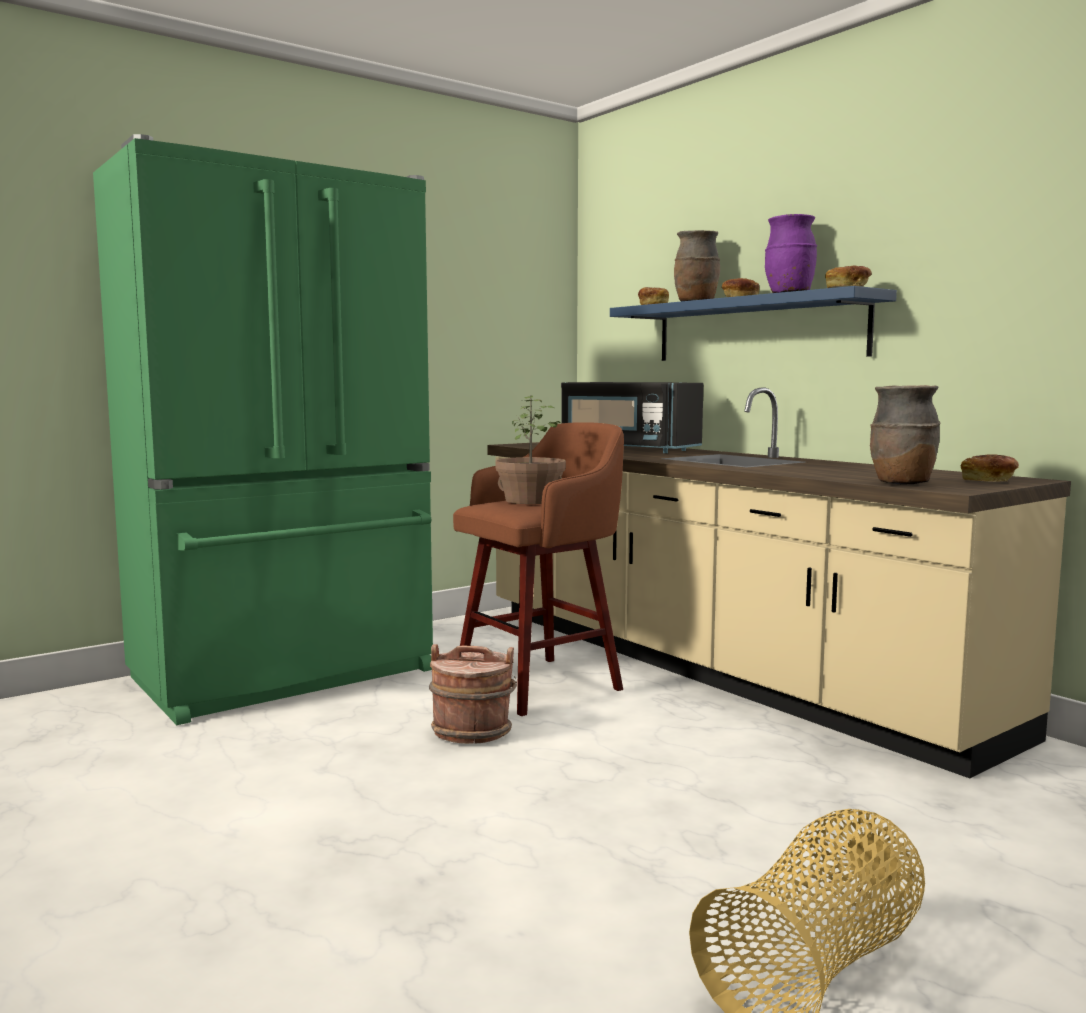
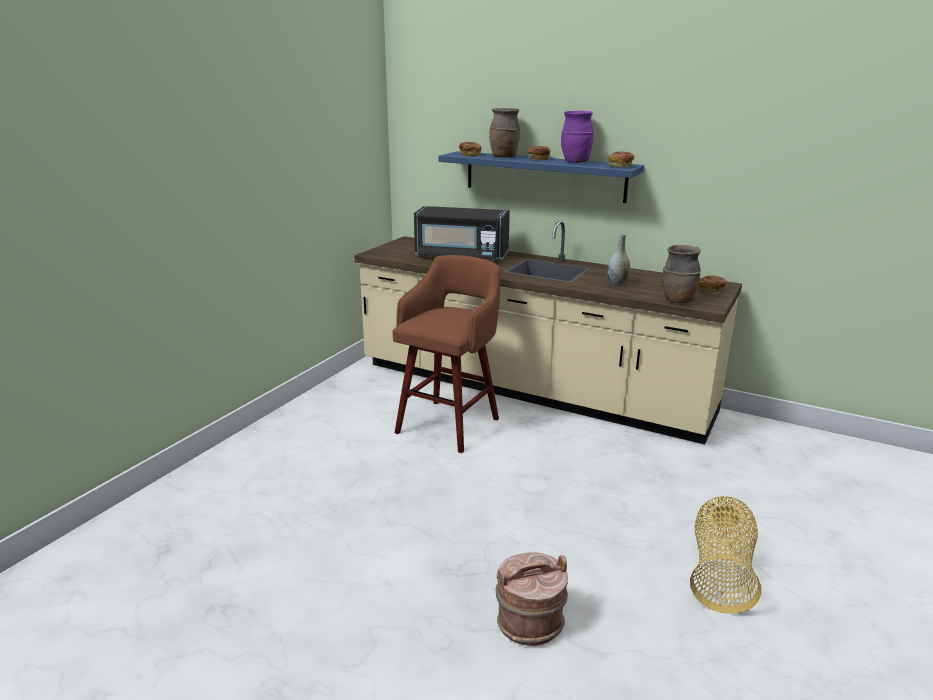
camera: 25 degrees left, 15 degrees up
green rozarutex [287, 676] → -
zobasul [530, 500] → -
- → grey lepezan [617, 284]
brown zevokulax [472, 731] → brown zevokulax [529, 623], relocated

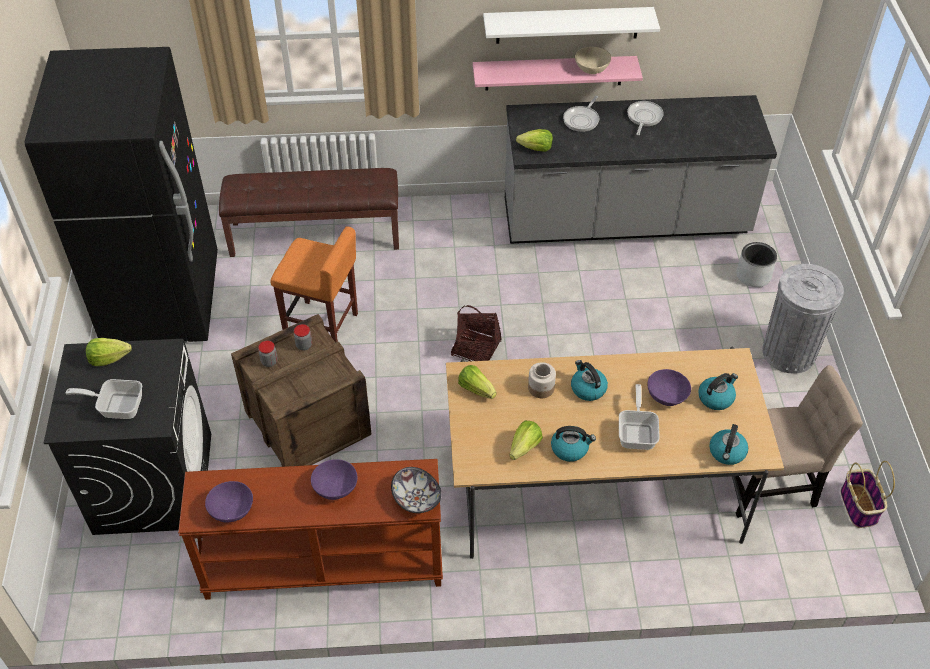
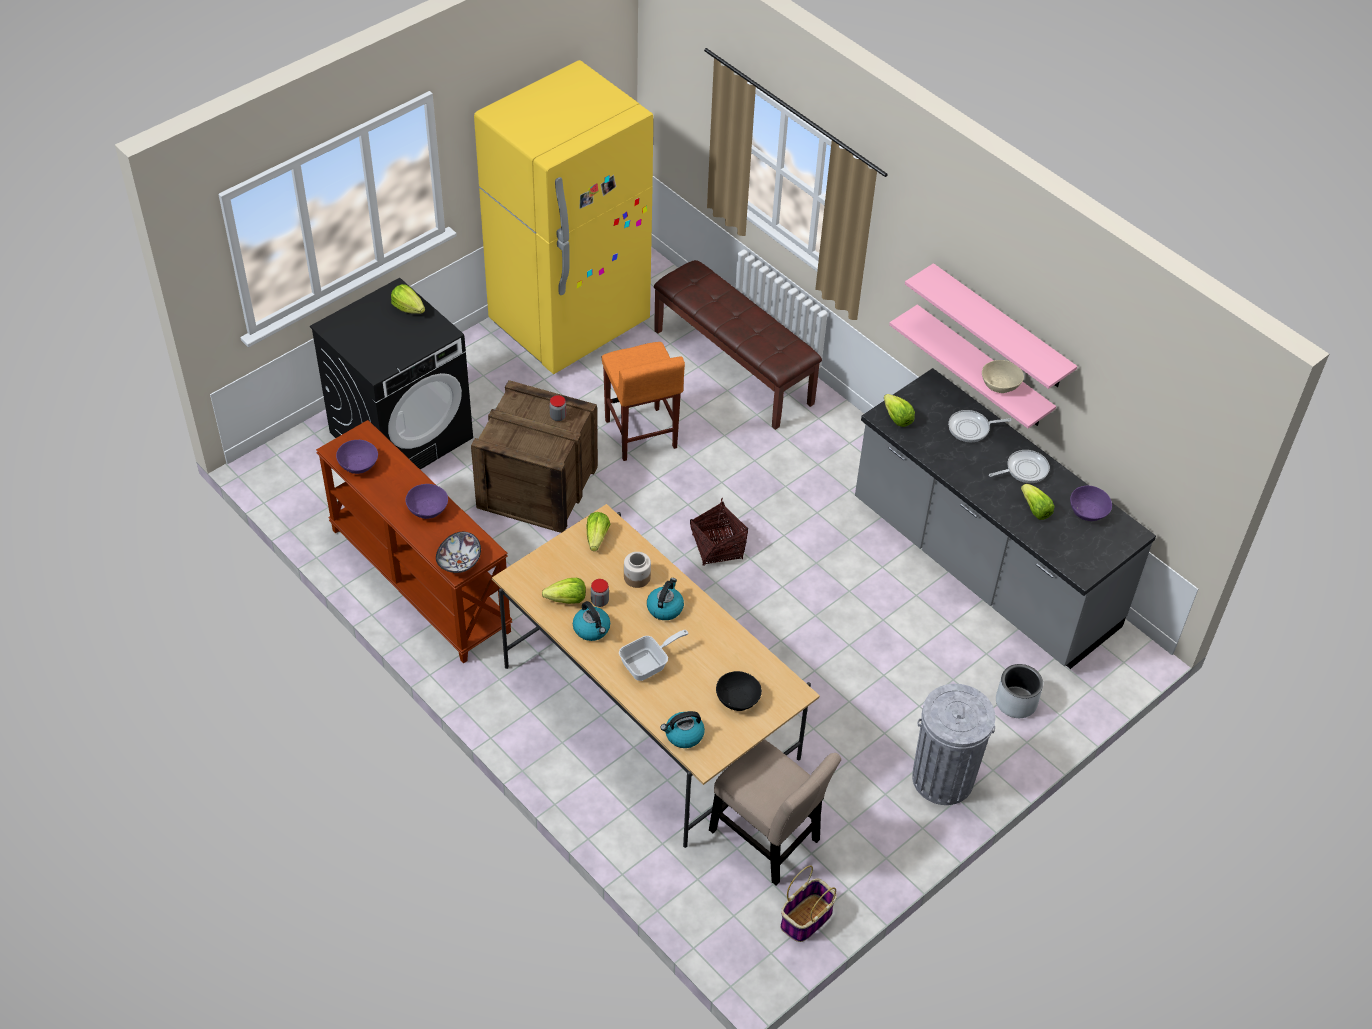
camera: 50 degrees right, 0 degrees up
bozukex [117, 406] → -
- → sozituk [1035, 509]
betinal [269, 362] → betinal [599, 601], relocated
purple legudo [666, 395] → purple legudo [1088, 512], relocated
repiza [716, 397] → black legudo [737, 699]
black rozarutex [162, 300] → yellow rozarutex [570, 323]
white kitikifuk [567, 25] → pink kitikifuk [1000, 328]

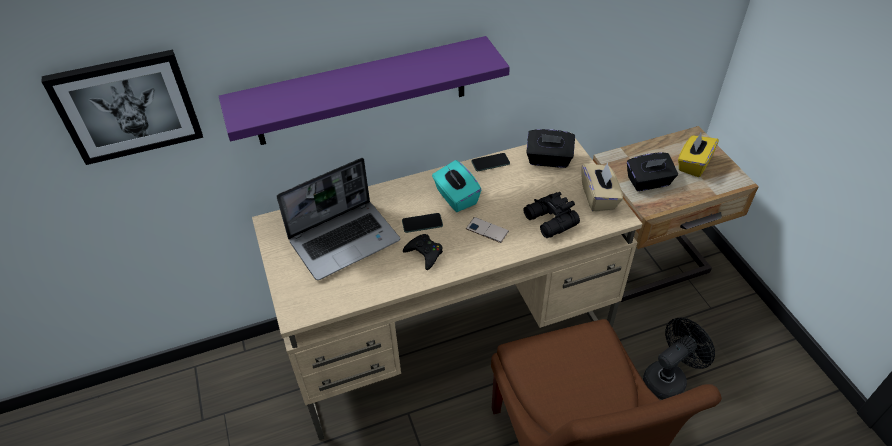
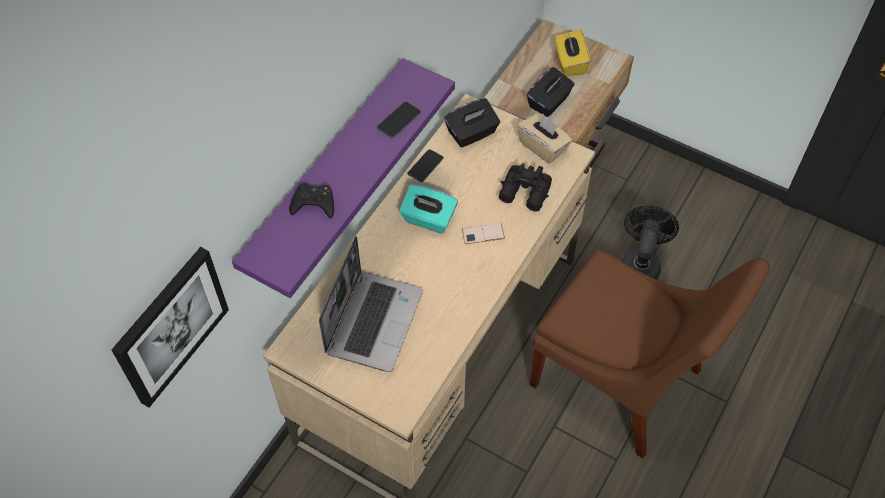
camera: 40 degrees left, 10 degrees up
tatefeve [422, 223] → tatefeve [399, 120], relocated
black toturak [424, 253] → black toturak [314, 204], relocated

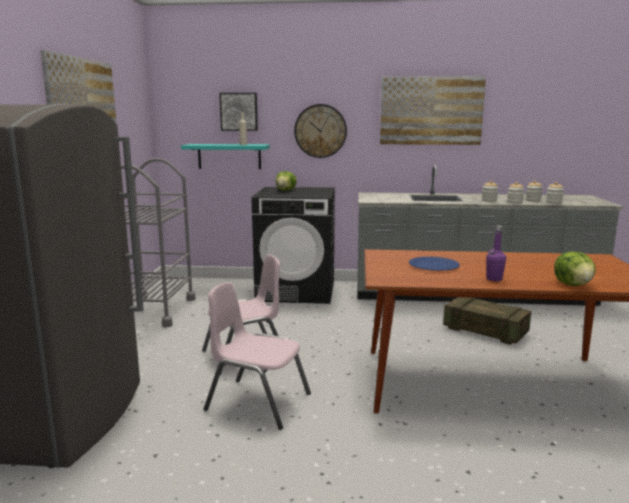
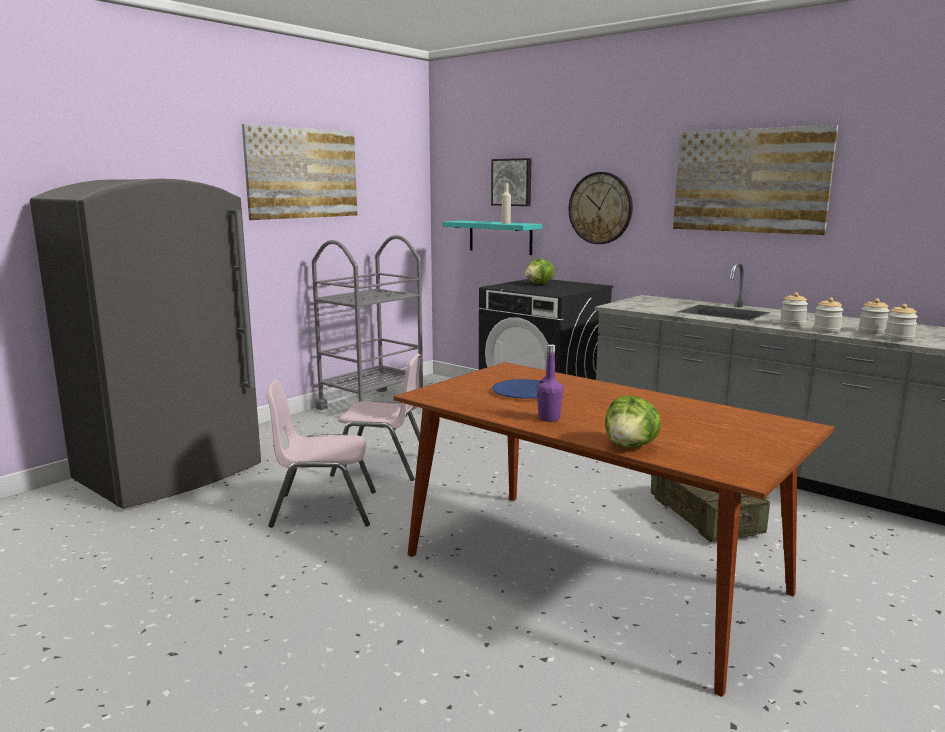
camera: 35 degrees right, 0 degrees up
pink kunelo [257, 402] → pink kunelo [324, 509], 60 degrees counterclockwise

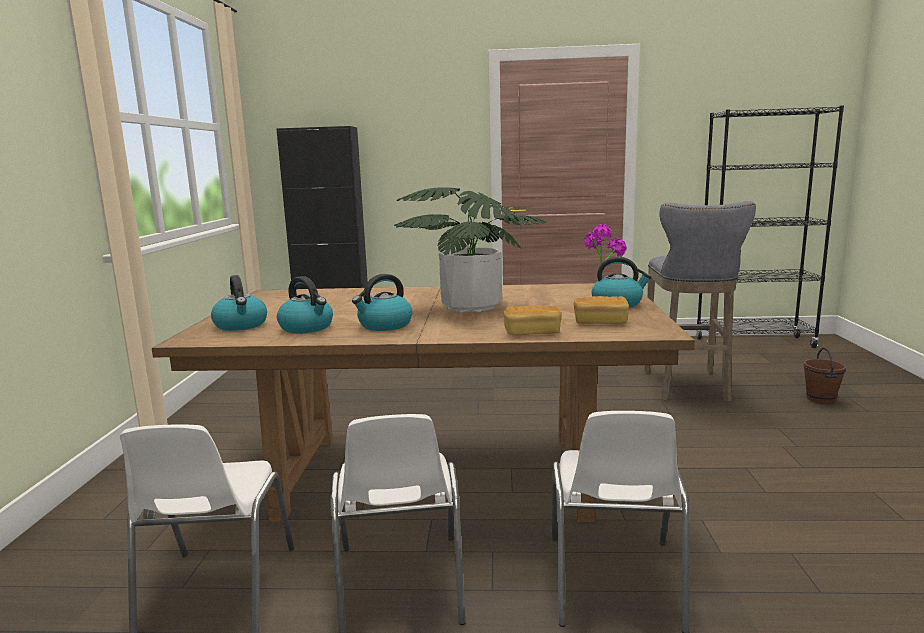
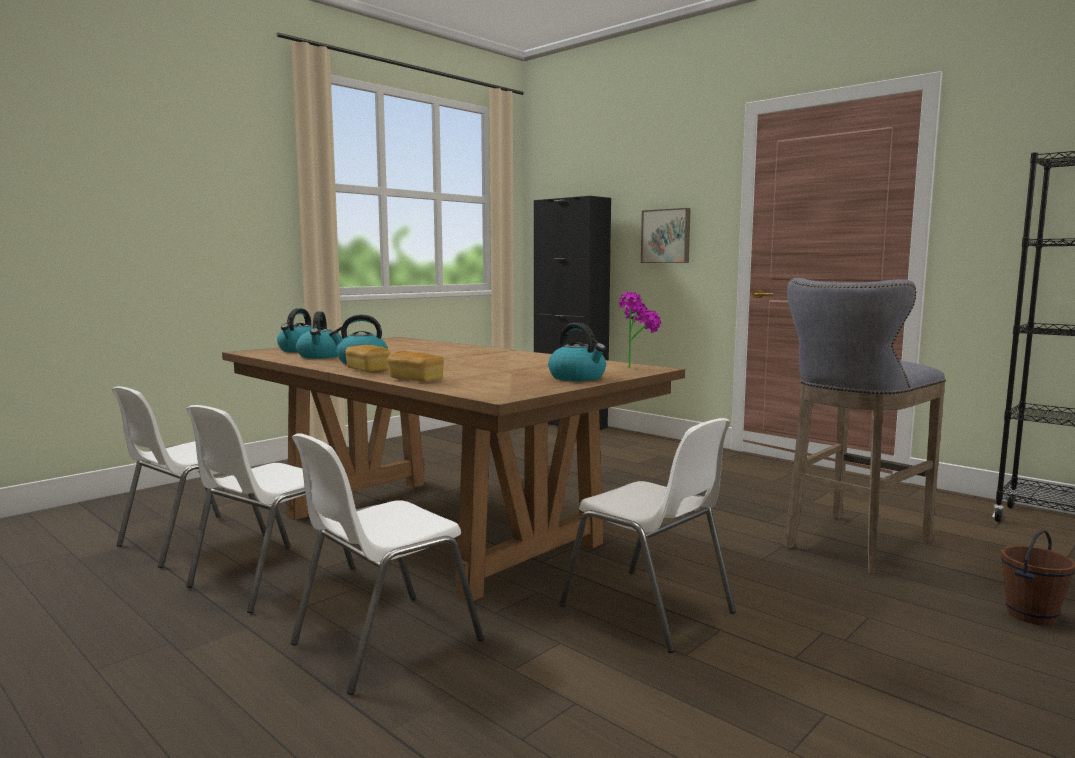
camera: 40 degrees right, 5 degrees down
zobasul [472, 307] → -
- → white kunelo [649, 610]
- → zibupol [666, 236]
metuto [600, 323] → metuto [368, 370], relocated

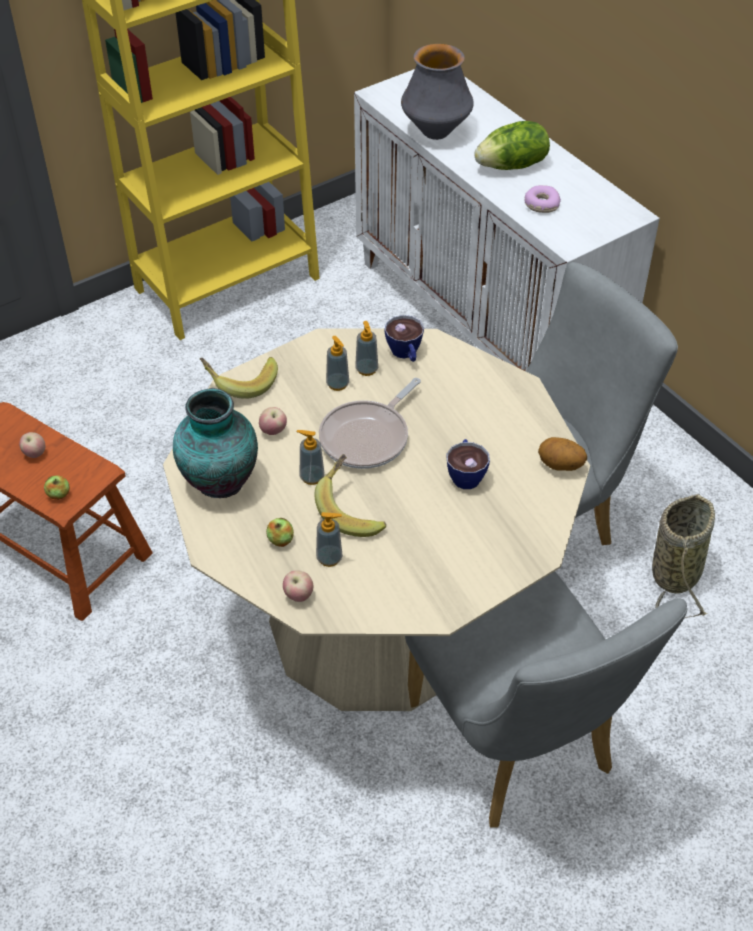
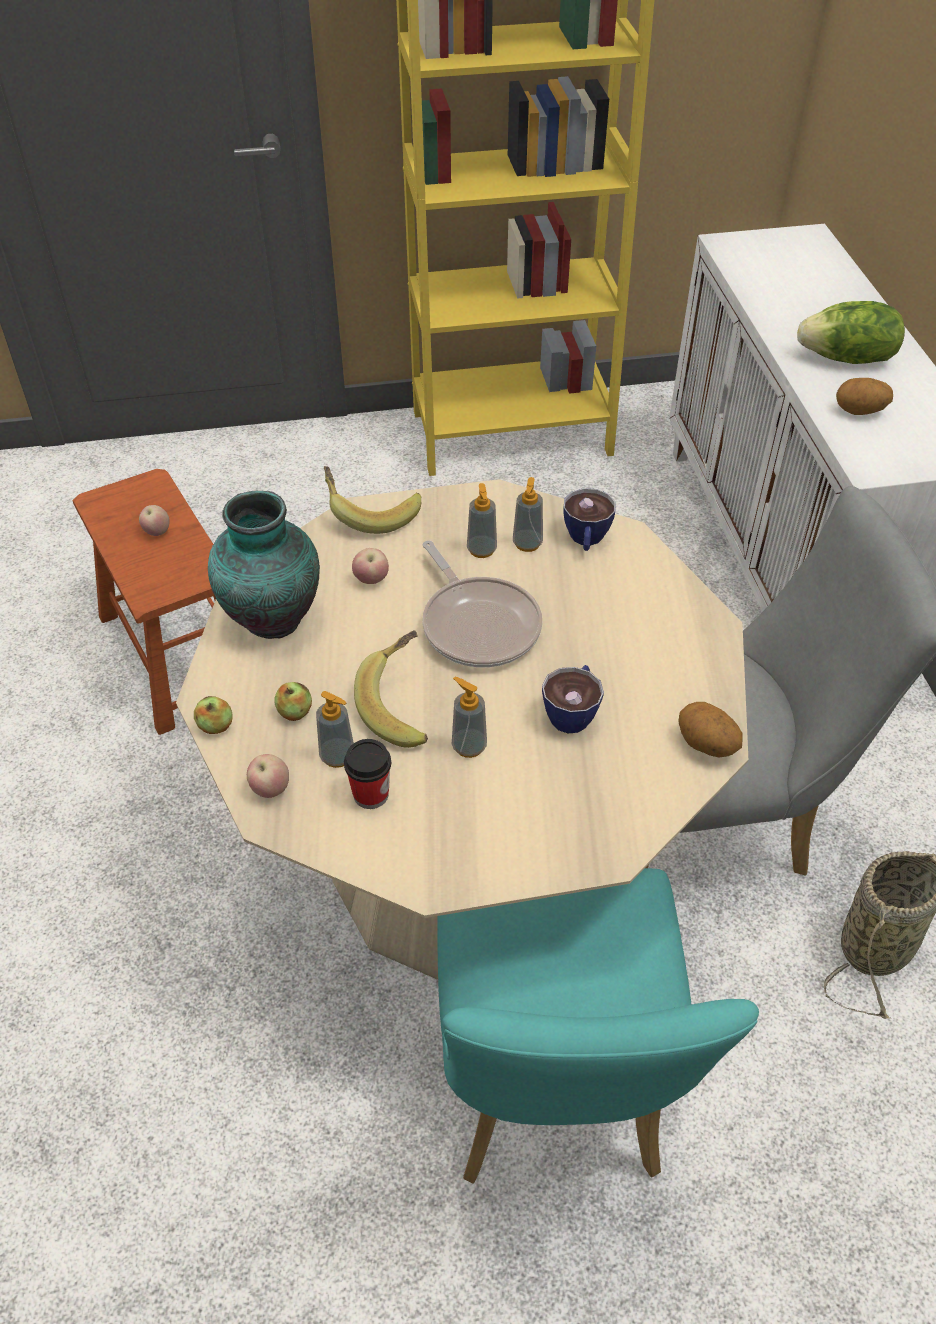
camera: 25 degrees right, 0 degrees up
lepezan [435, 132] → -
- → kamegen [371, 794]
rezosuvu [58, 494] → rezosuvu [215, 726], relocated
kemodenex [312, 477] → kemodenex [469, 746], relocated
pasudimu [541, 204] → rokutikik [859, 412]
grey kunelo [518, 748] → turquoise kunelo [553, 1090]
bozukex [368, 437] → bozukex [478, 624], 90 degrees counterclockwise

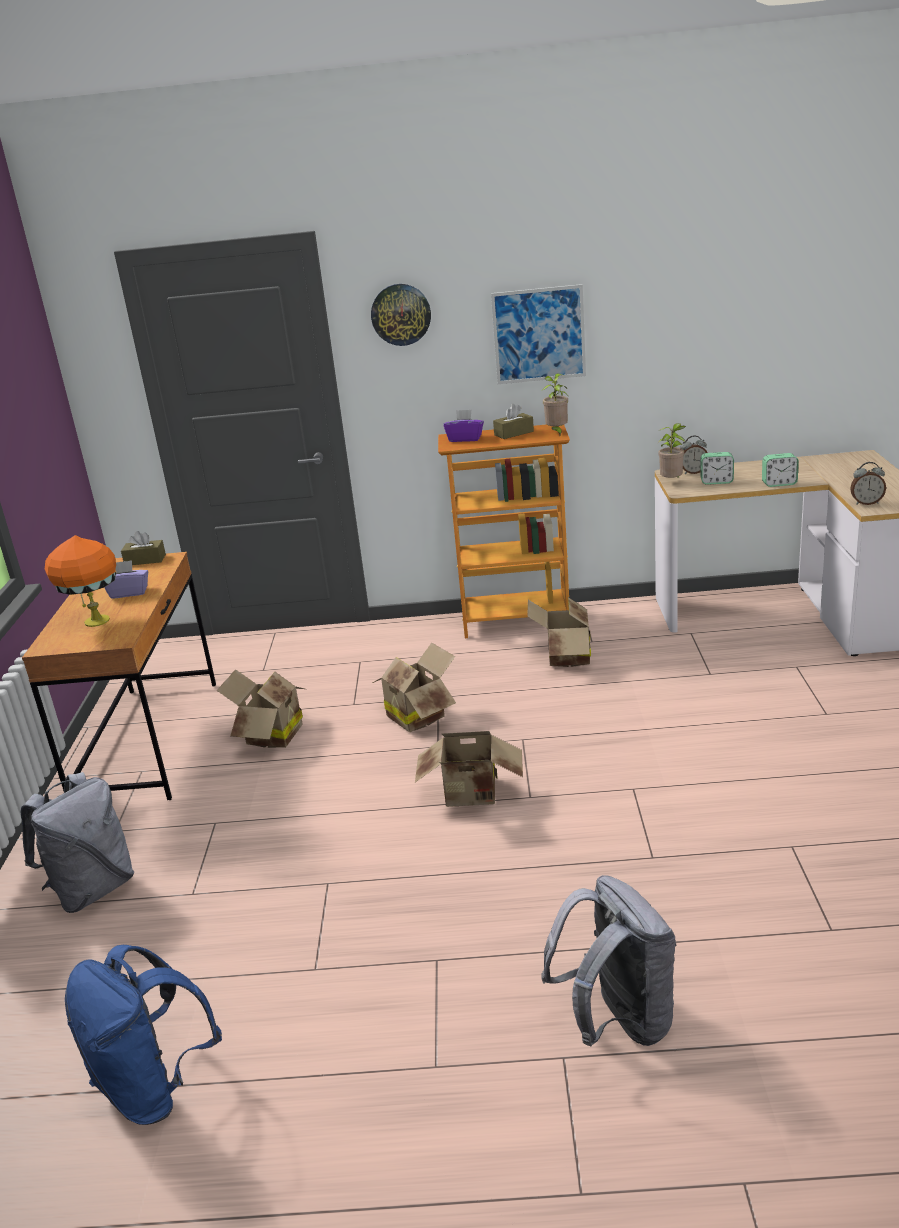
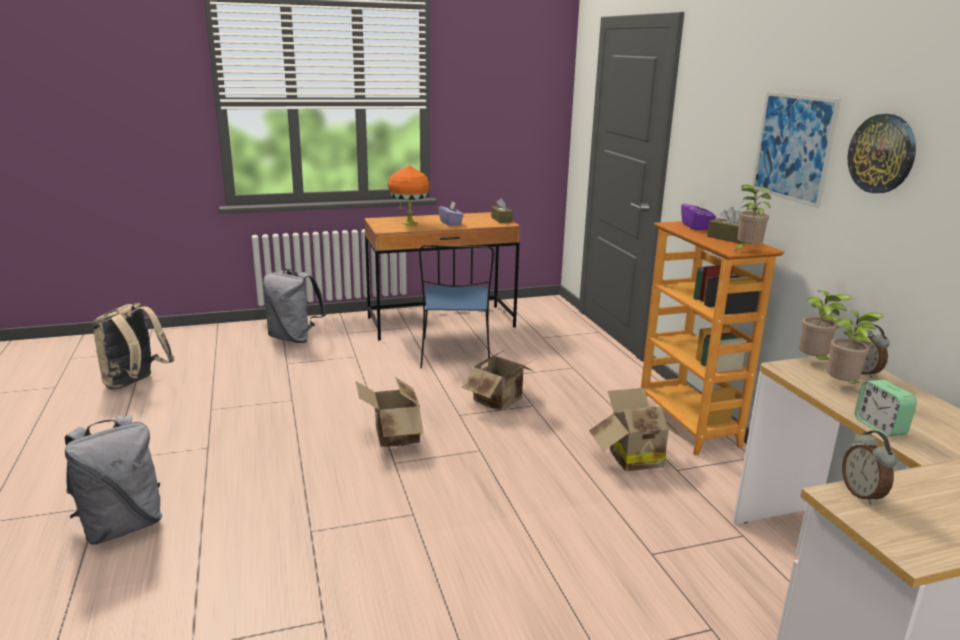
camera: 70 degrees right, 5 degrees down
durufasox [401, 314] → durufasox [882, 154], relocated
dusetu [270, 736] → blue kunelo [456, 354]
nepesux [716, 482] → zobasul [843, 386]
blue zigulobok [155, 1086] → beige zigulobok [135, 384]

